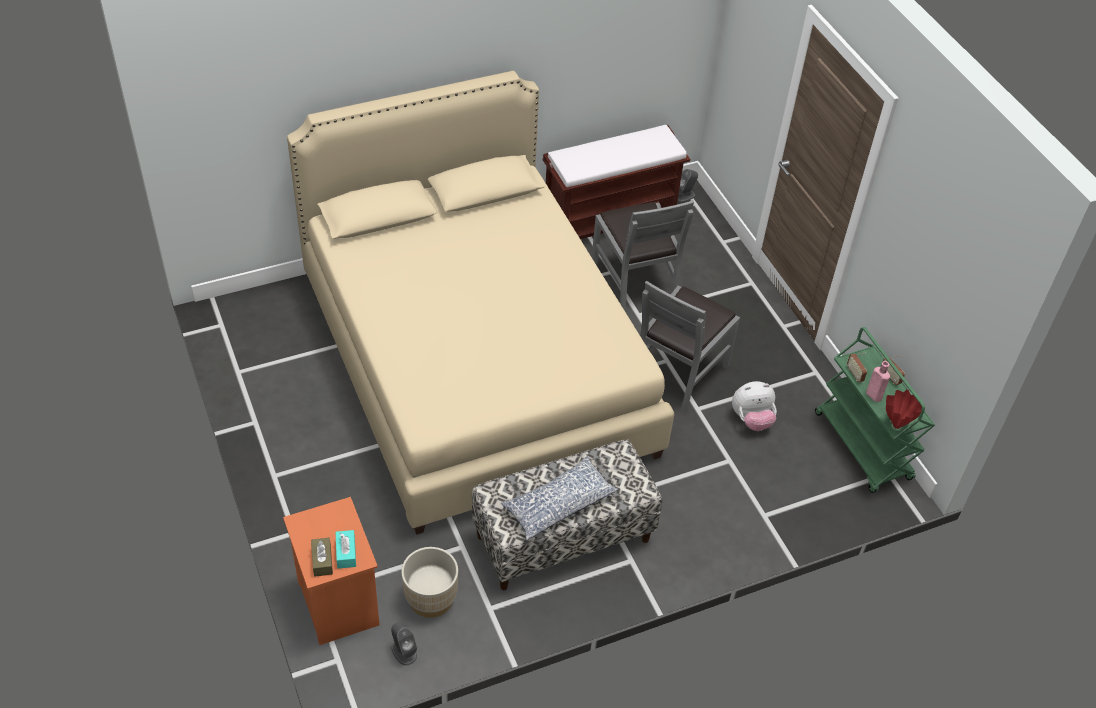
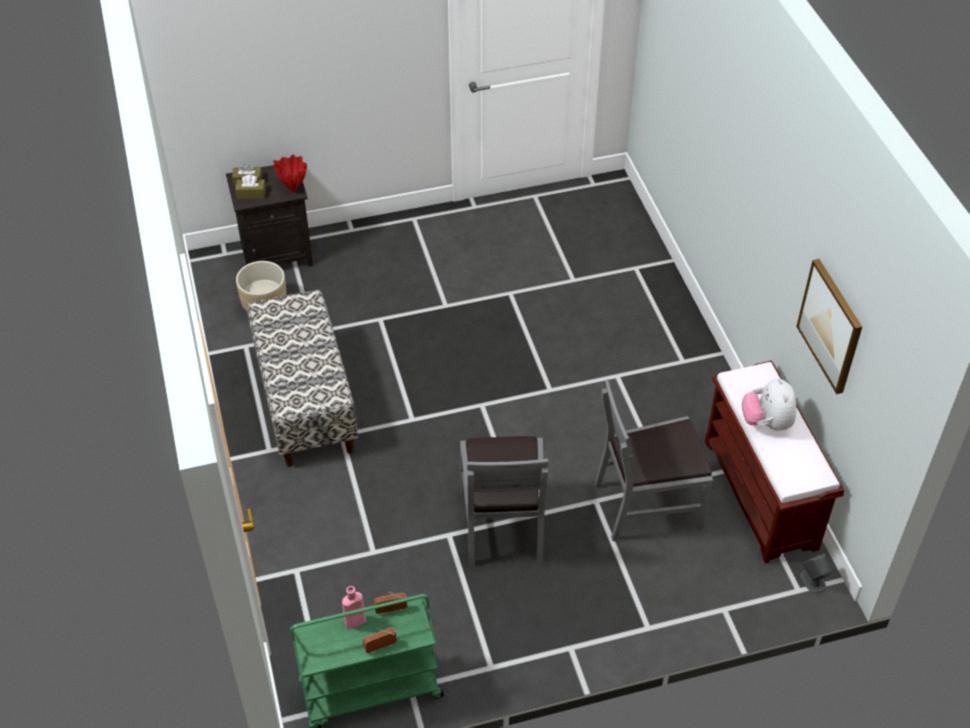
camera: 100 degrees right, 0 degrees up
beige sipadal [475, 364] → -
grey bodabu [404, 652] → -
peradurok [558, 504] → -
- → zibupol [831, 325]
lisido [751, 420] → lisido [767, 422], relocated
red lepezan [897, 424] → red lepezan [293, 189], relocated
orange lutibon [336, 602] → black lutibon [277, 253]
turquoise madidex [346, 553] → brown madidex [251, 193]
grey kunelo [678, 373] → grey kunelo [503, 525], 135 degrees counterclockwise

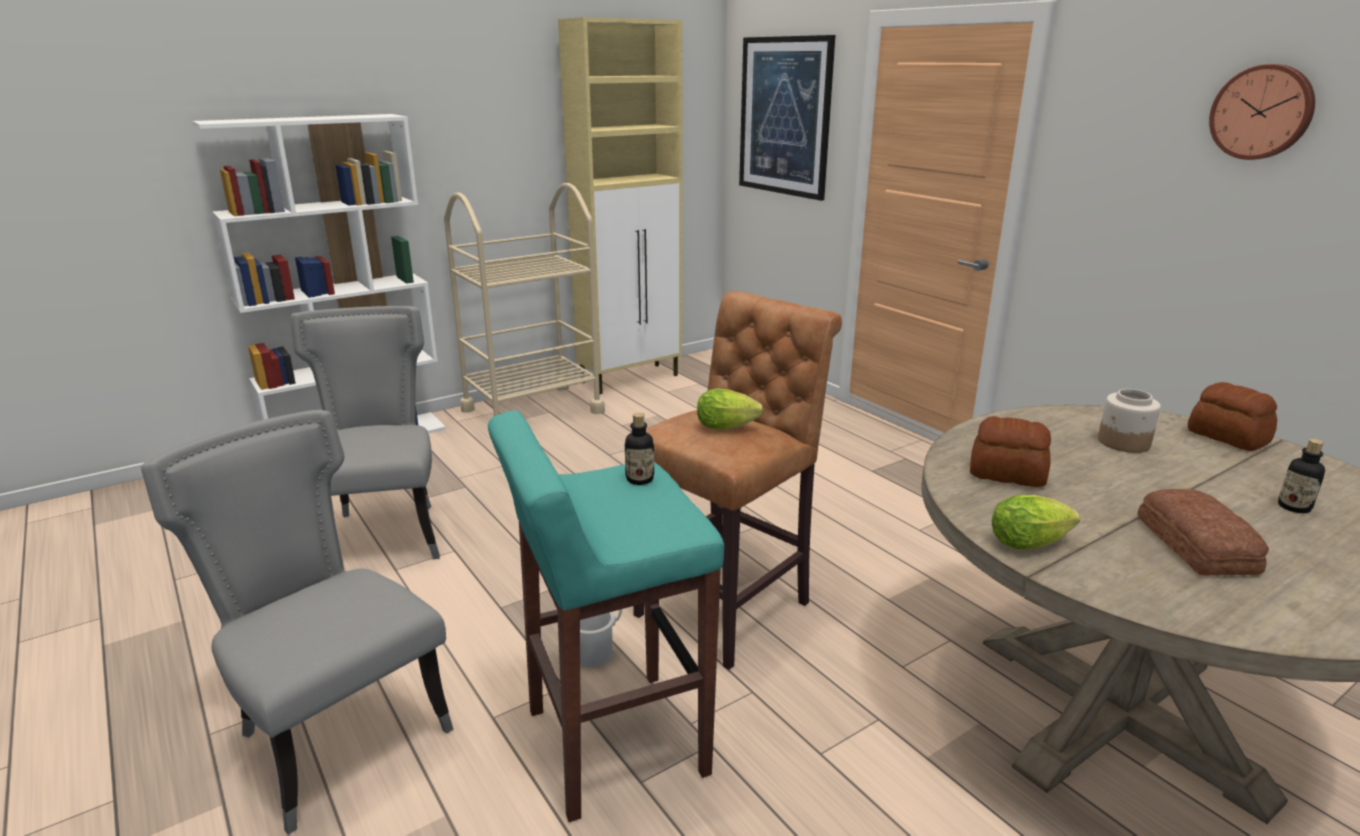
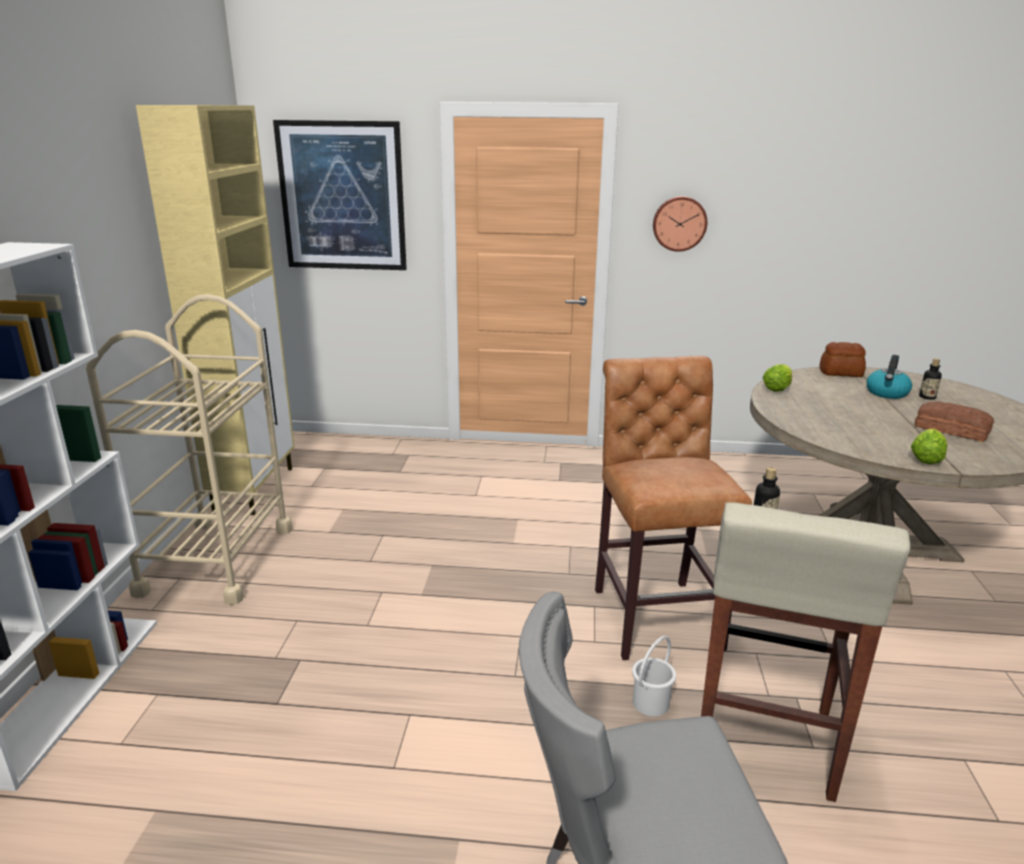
camera: 50 degrees left, 0 degrees up
grey kunelo [382, 534] → -
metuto [1006, 473] → -
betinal [1123, 443] → -
- → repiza [887, 393]
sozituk [729, 427] → sozituk [778, 388], relocated
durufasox [1262, 112] → durufasox [679, 223], relocated
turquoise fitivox [613, 742] → beige fitivox [763, 741]

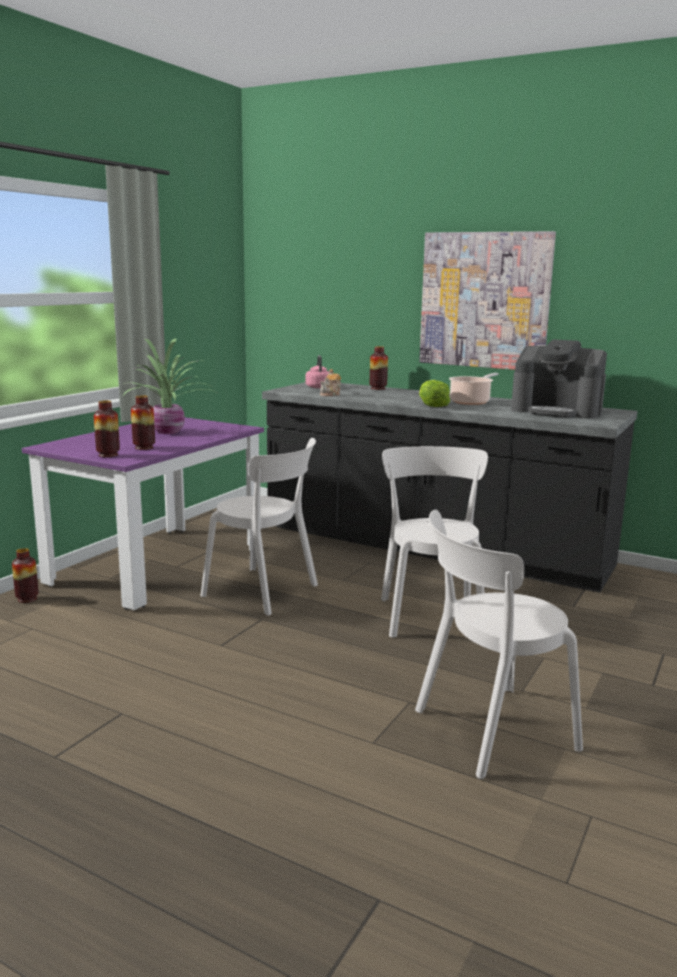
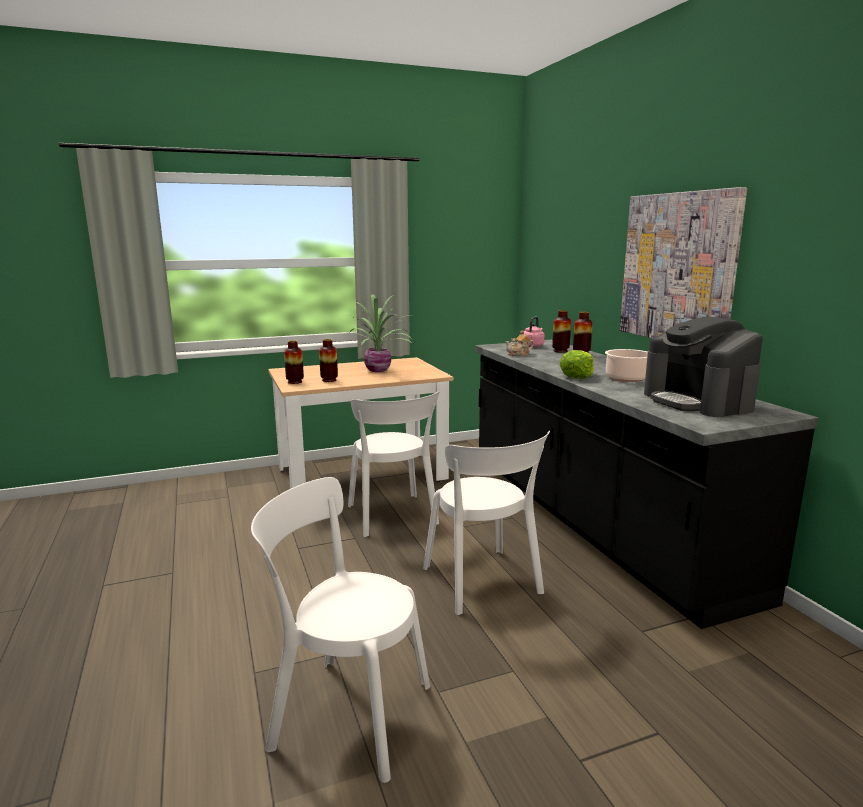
camera: 40 degrees right, 0 degrees up
lepezan [27, 599] → lepezan [560, 351], relocated
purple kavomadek [157, 565] → beige kavomadek [361, 474]
white kunelo [430, 614] → white kunelo [483, 583], 120 degrees clockwise

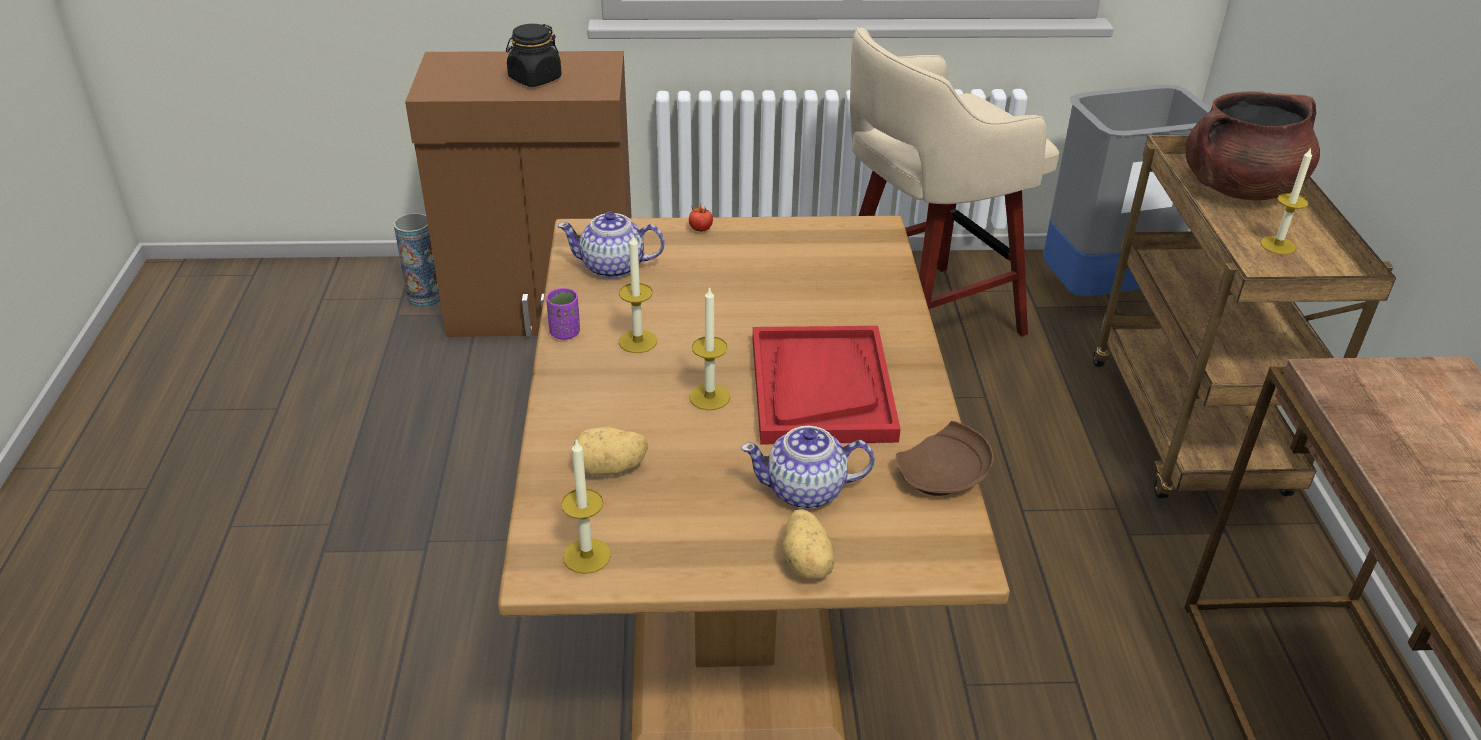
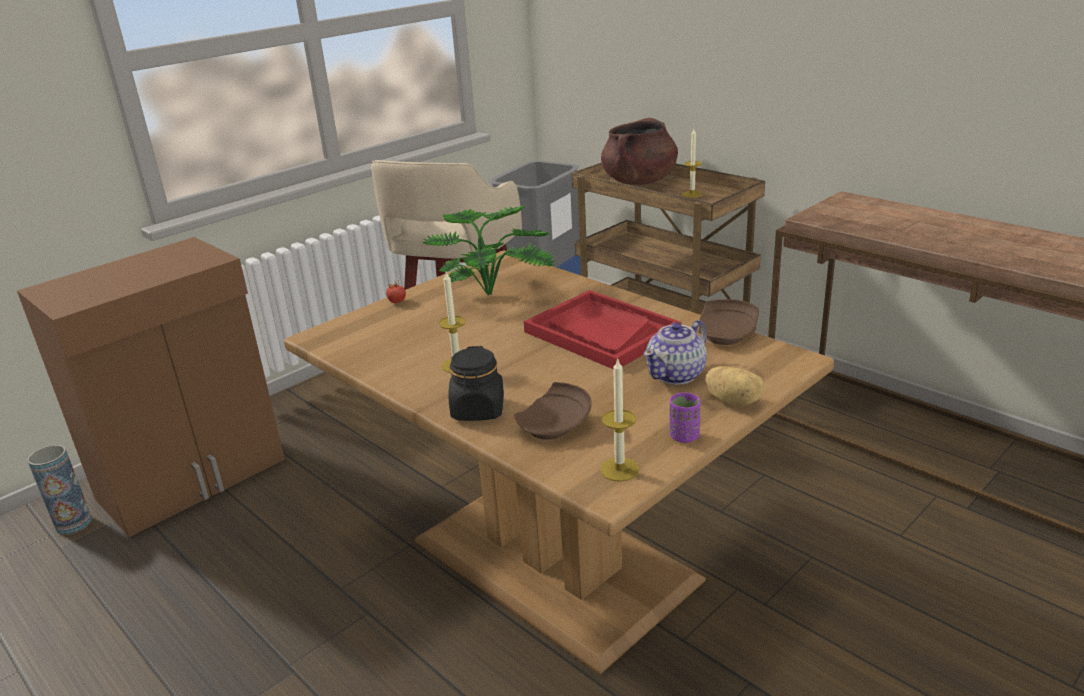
camera: 40 degrees left, 10 degrees down
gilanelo [613, 267] → -
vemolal [709, 397] → -
- → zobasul [494, 291]
black betinal [535, 79] → black betinal [478, 410], relocated
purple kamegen [565, 333] → purple kamegen [684, 436], relocated
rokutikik [610, 469] → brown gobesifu [555, 426]

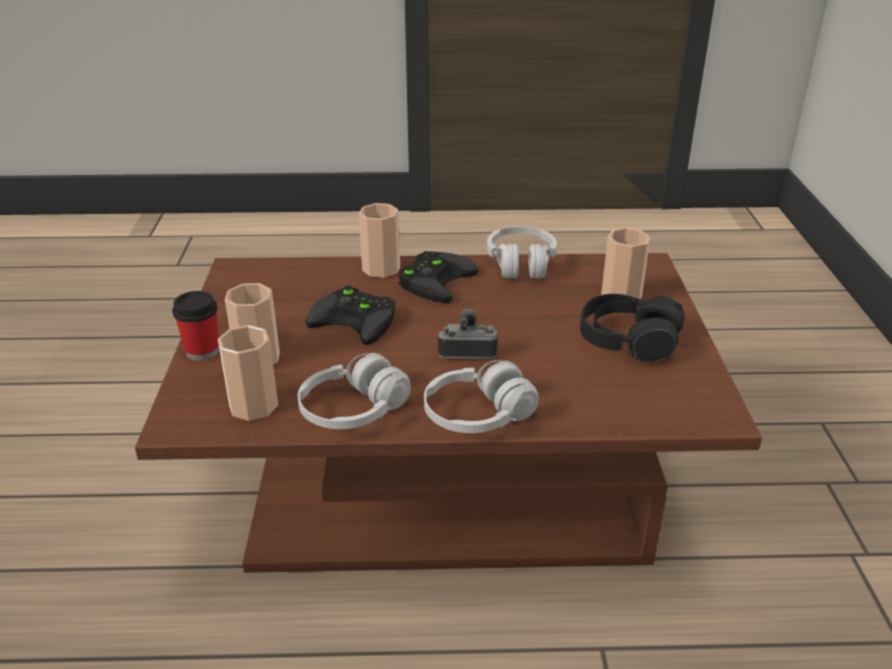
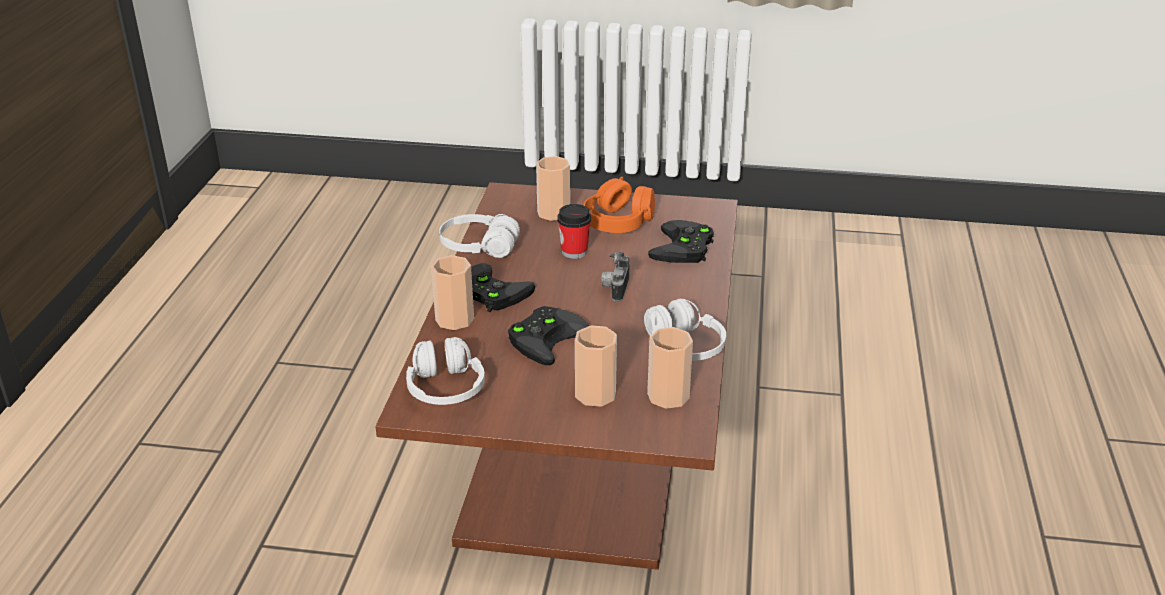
camera: 80 degrees left, 0 degrees up
- → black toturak [684, 249]
kamegen [202, 351] → kamegen [574, 252], relocated
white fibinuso [478, 415] → white fibinuso [445, 388], relocated
black fibinuso [628, 341] → orange fibinuso [618, 221]

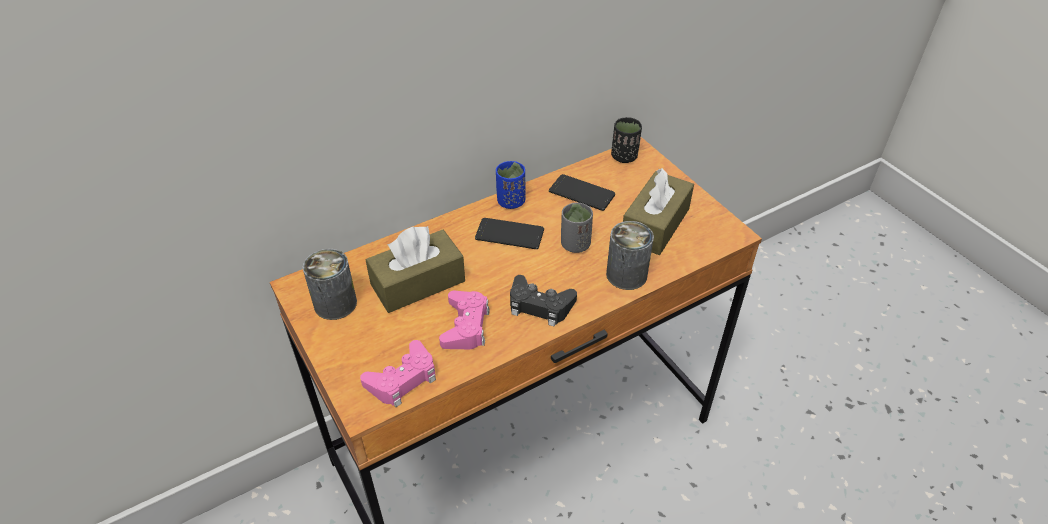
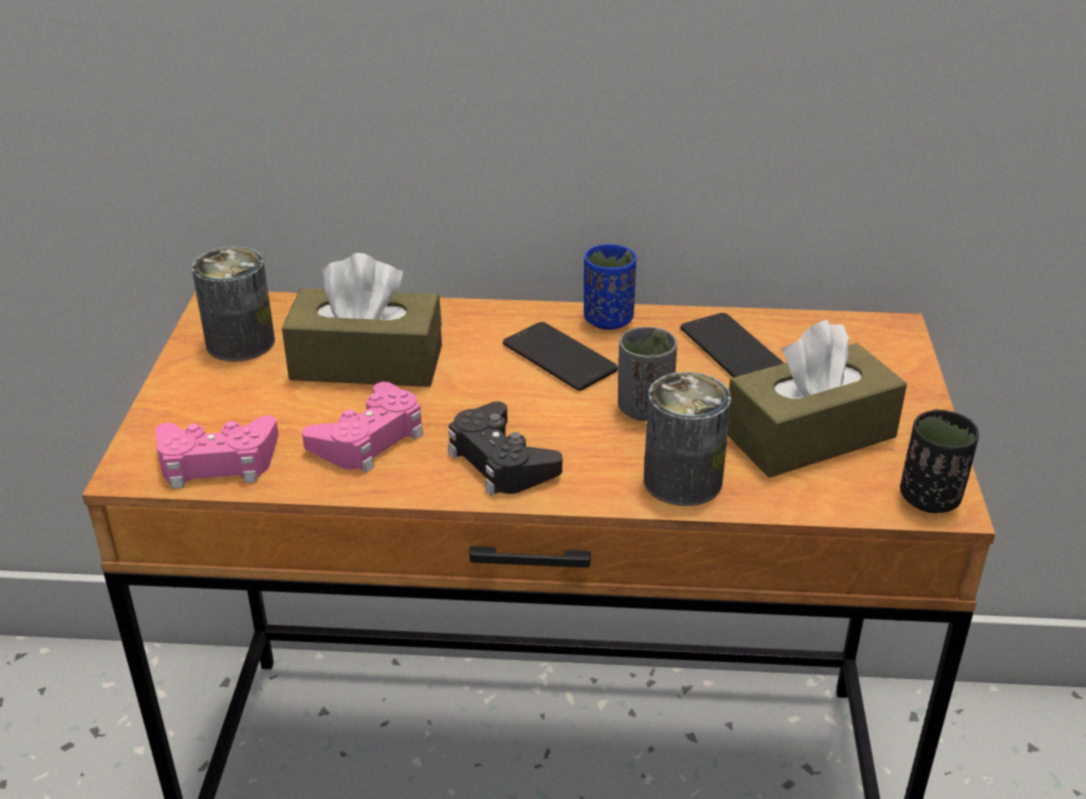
camera: 35 degrees right, 10 degrees down
black kamegen [624, 157] → black kamegen [930, 498], relocated

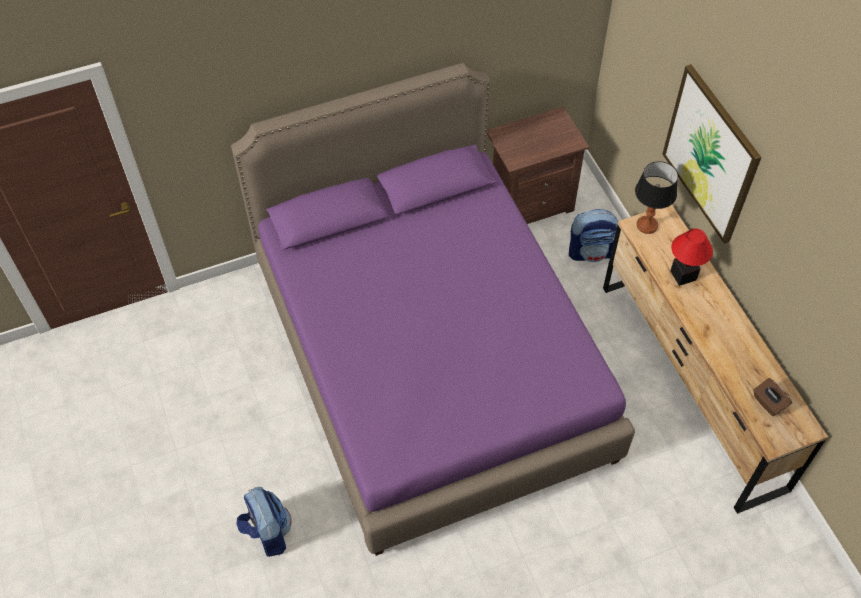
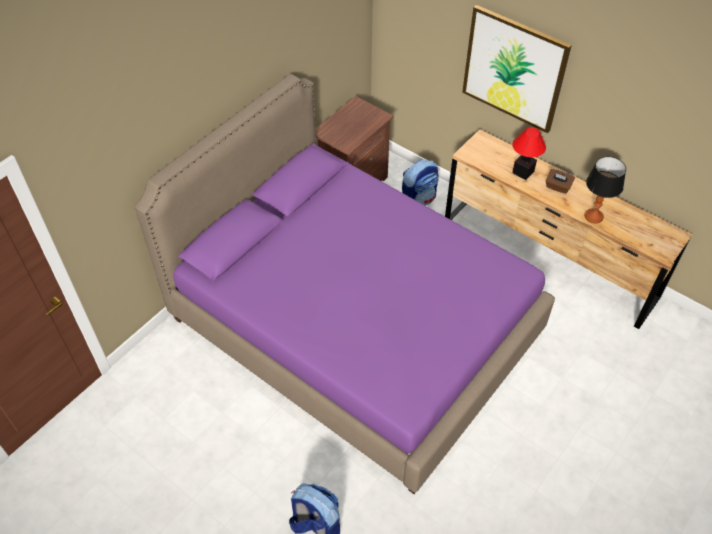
camera: 30 degrees left, 5 degrees down
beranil [647, 225] → beranil [594, 216], relocated
brown madidex [768, 403] → brown madidex [557, 187], relocated

